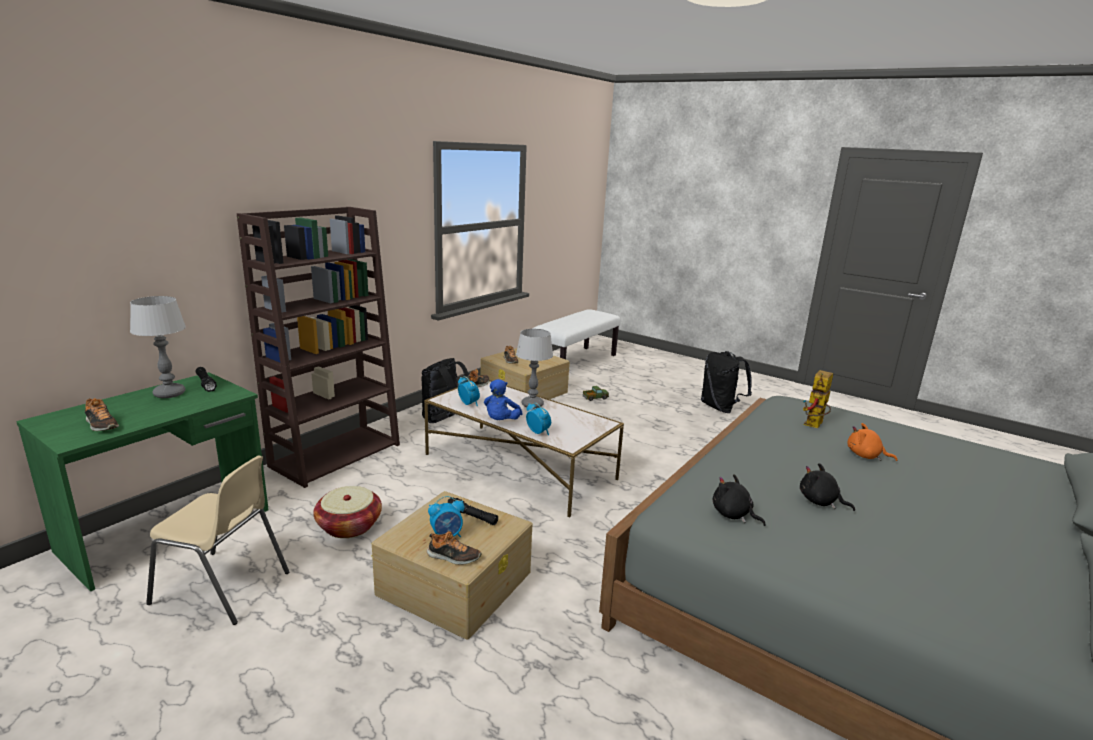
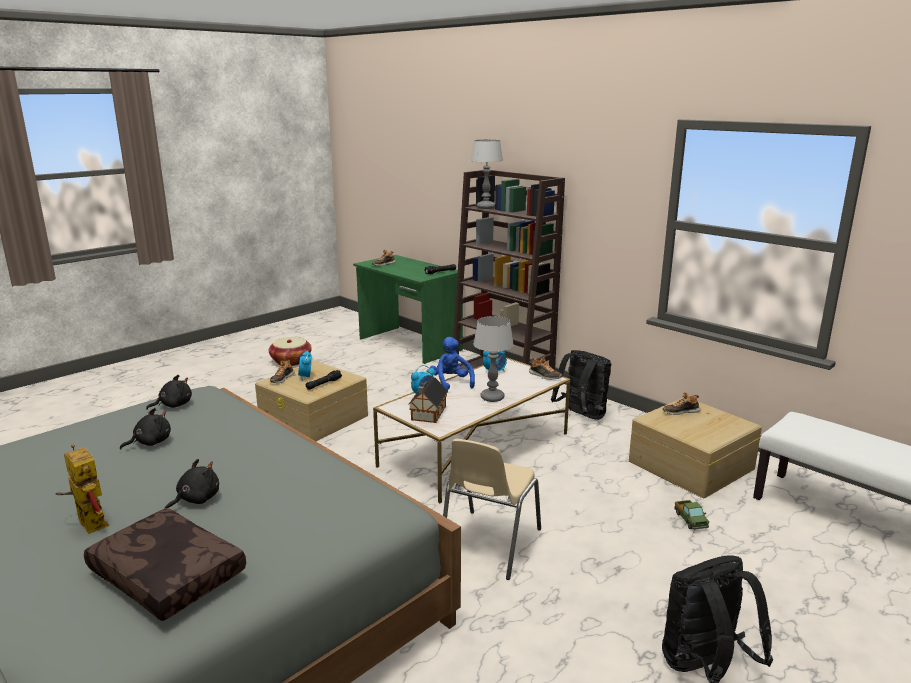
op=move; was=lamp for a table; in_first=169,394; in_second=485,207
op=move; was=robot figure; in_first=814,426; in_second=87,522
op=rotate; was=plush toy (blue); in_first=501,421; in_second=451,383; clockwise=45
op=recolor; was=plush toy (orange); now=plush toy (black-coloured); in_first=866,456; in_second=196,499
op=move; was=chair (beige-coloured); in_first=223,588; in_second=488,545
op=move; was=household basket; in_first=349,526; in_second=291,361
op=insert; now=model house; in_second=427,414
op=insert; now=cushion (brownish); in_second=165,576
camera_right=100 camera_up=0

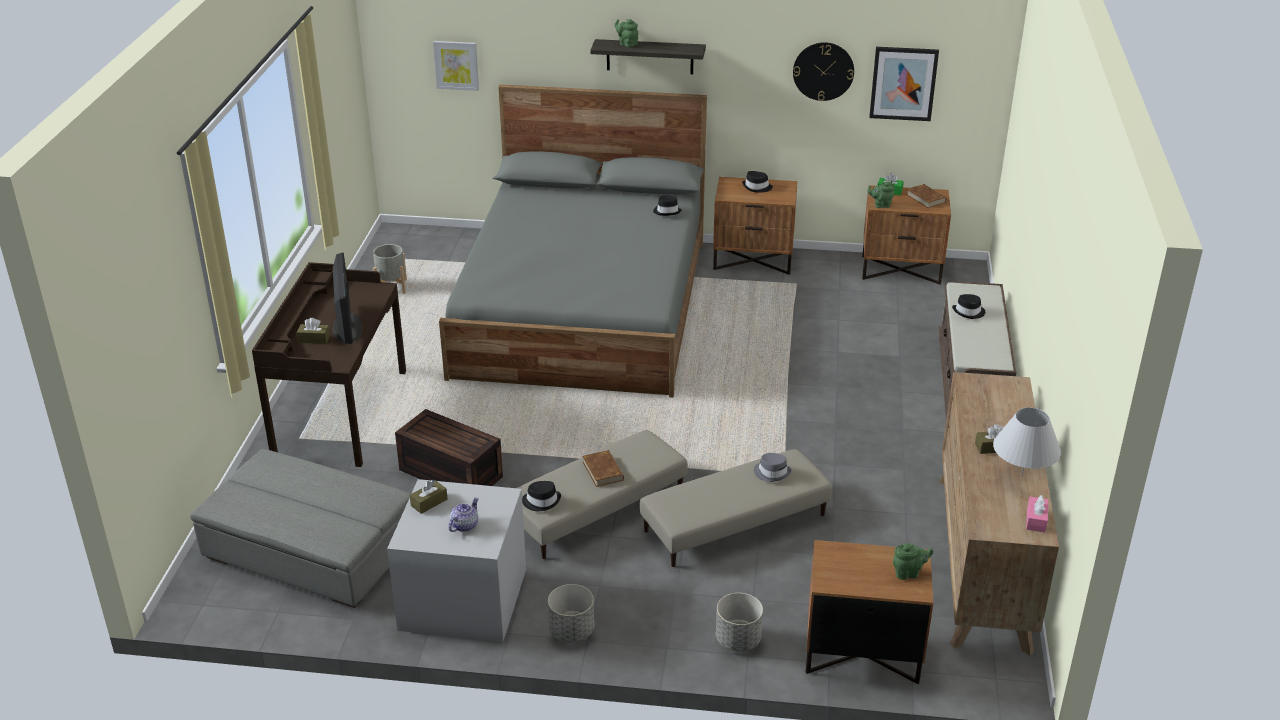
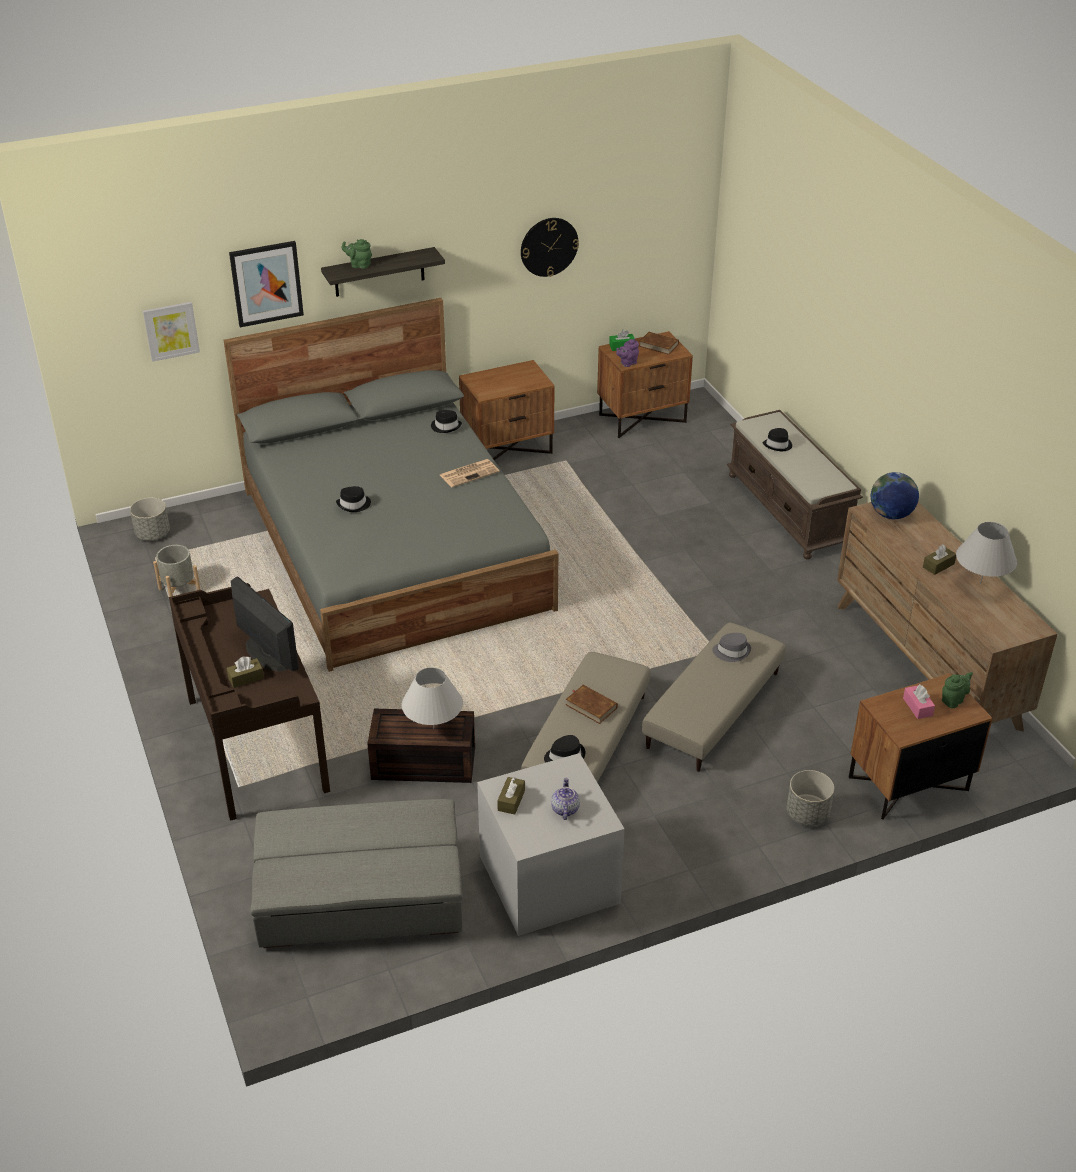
op=move; was=picture; in_first=903,83; in_second=266,283
op=move; was=wearable hat (black-coloured); in_first=757,187; in_second=354,504
op=recolor; was=pot for tea (green-coloured); now=pot for tea (purplish); in_first=880,205; in_second=627,363
op=move; was=tissue holder (pink); in_first=1036,520; in_second=917,707
op=move; was=planter (greyish); in_first=571,631; in_second=153,534
op=insert; now=daily paper; in_second=469,473
op=insert; now=desk globe; in_second=891,515
op=insert; now=lamp for a table (white-coloured); in_second=433,728
camera_right=-30 camera_up=5

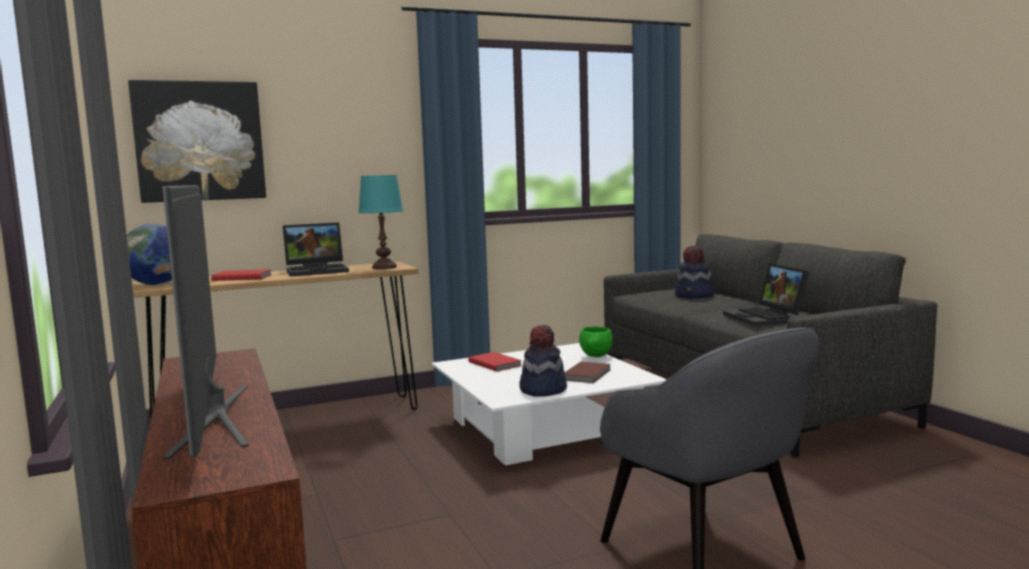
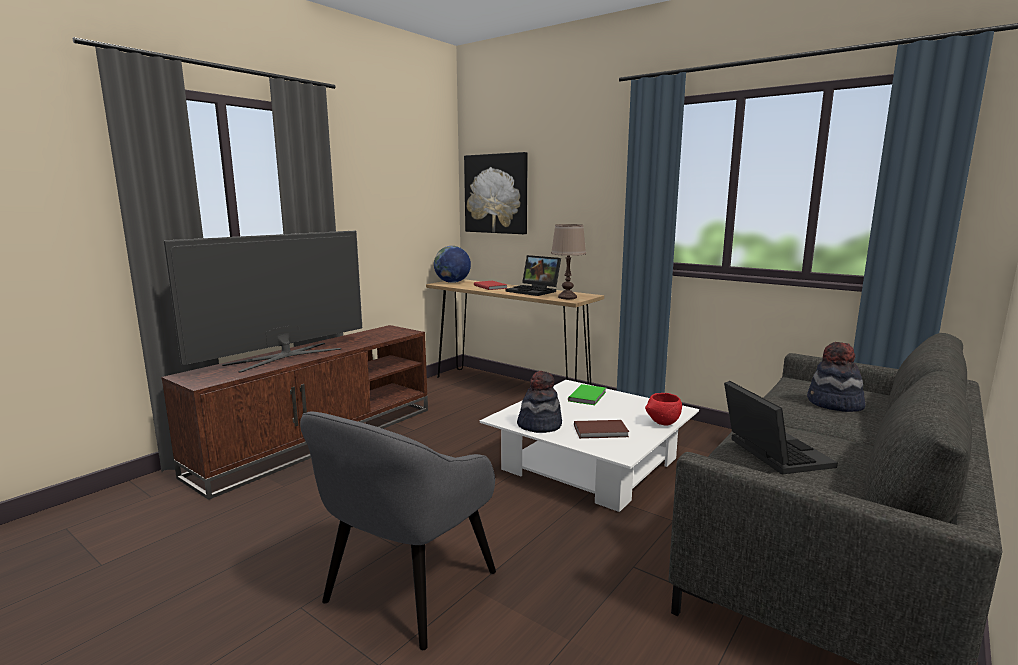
op=recolor; was=lamp for a table (turquoise); now=lamp for a table (brownish); in_first=384,267; in_second=567,297
op=rotate; was=laptop; in_first=766,318; in_second=770,452; clockwise=120
op=recolor; was=serving bowl (green-coloured); now=serving bowl (red); in_first=595,356; in_second=662,423
op=recolor; was=volume (red); now=volume (green-coloured); in_first=495,363; in_second=588,396
camera_right=60 camera_up=5

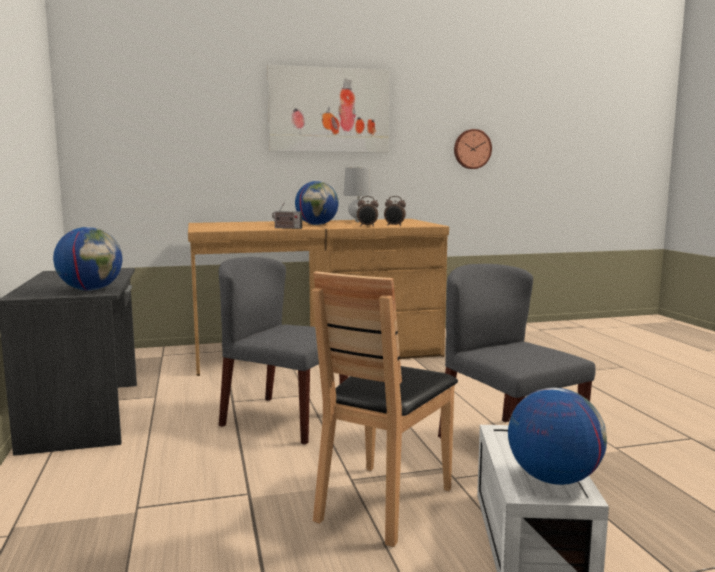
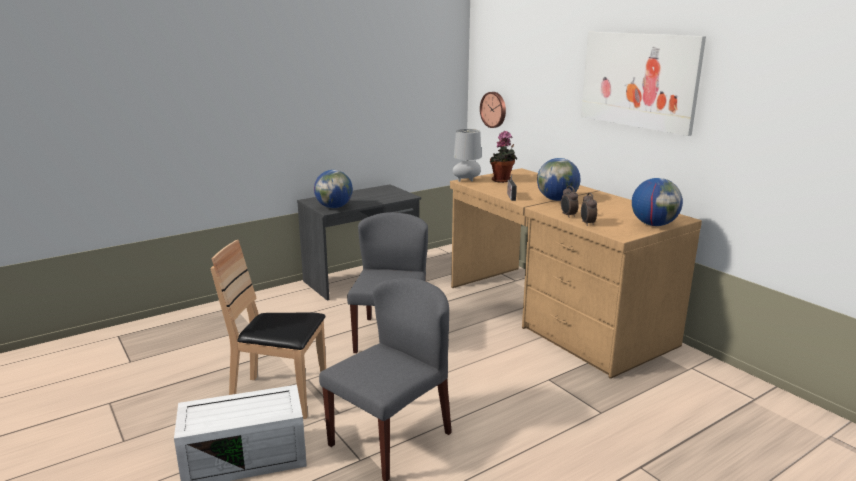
op=move; was=clock on the wall; in_first=472,149; in_second=494,109
op=move; was=lamp for a table (greyish); in_first=358,221; in_second=466,180
op=move; was=desk globe; in_first=553,478; in_second=653,224
op=insert; now=potted plant; in_second=502,181
camera_right=70 camera_up=10

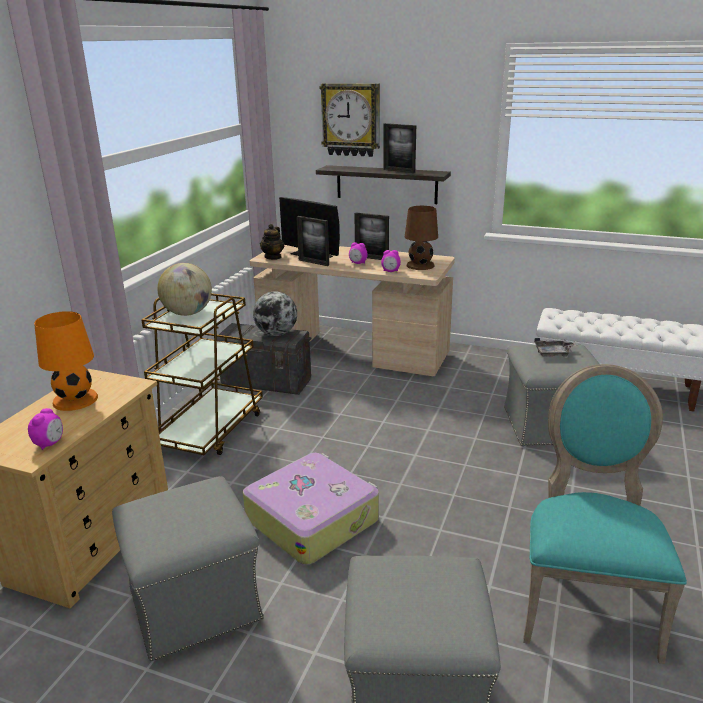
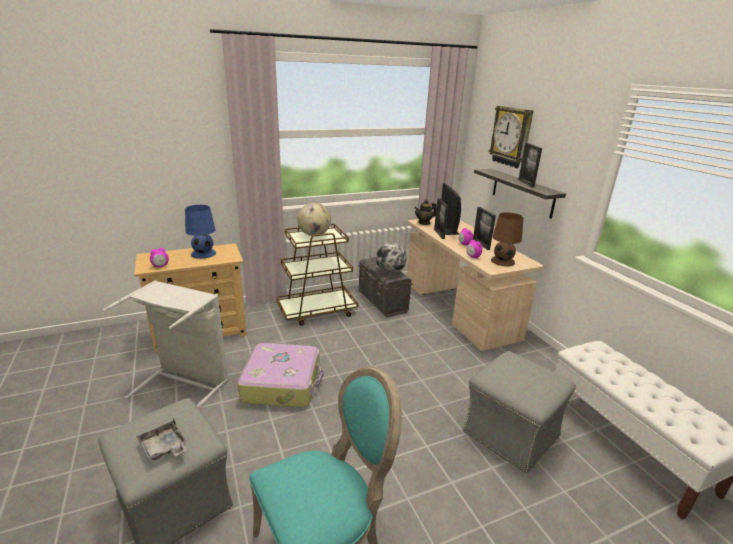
op=recolor; was=lamp for a table (orange); now=lamp for a table (blue); in_first=76,400; in_second=203,254
op=move; was=carrying tray (greyish); in_first=554,353; in_second=164,447
op=replace; was=footrest (greyish); now=hamper (greyish); in_first=196,602; in_second=185,383
camera_right=45 camera_up=0

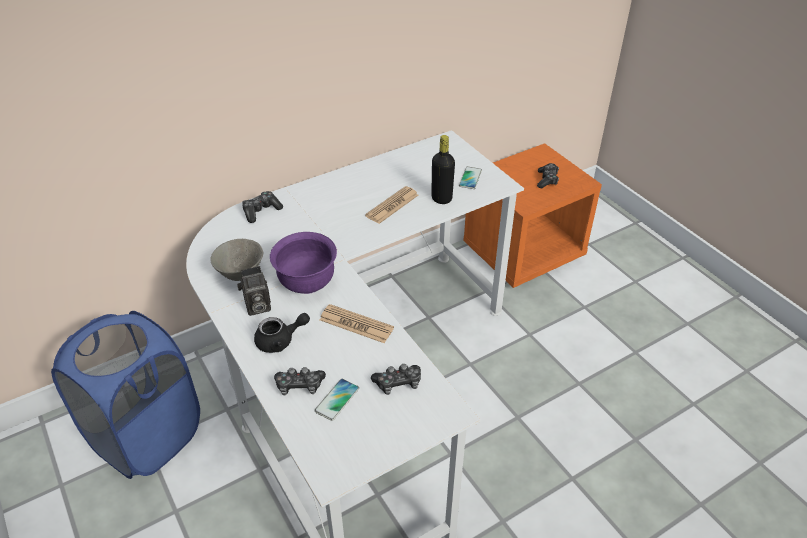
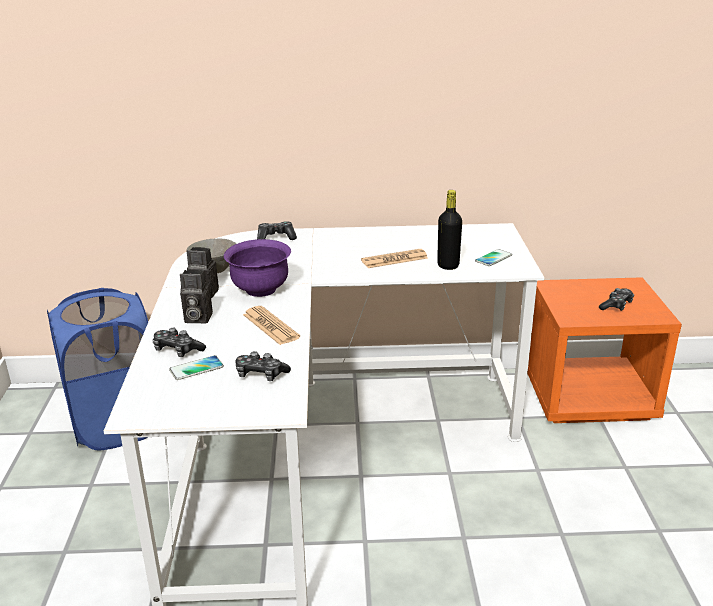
op=replace; was=pot for tea (black-coloured); now=still camera; in_first=280,341; in_second=196,318
camera_right=30 camera_up=-15

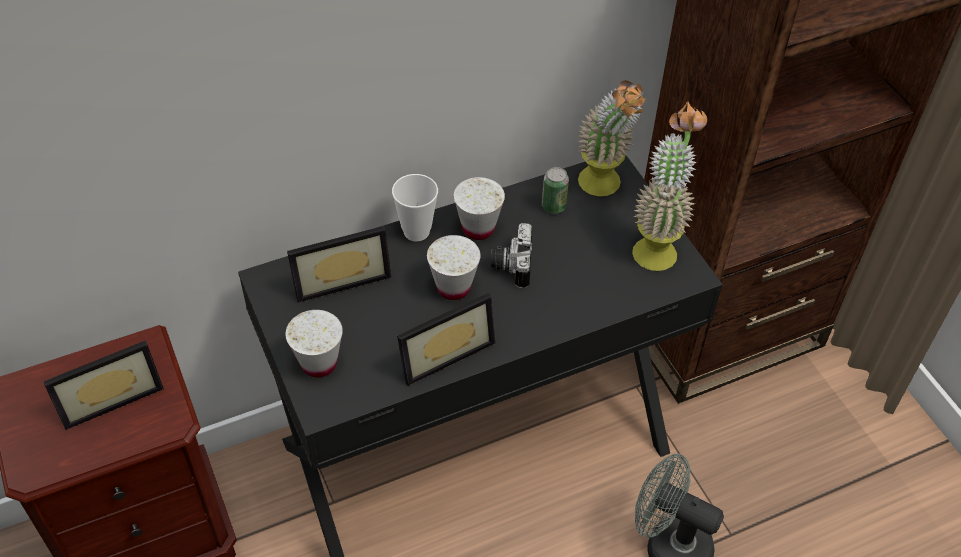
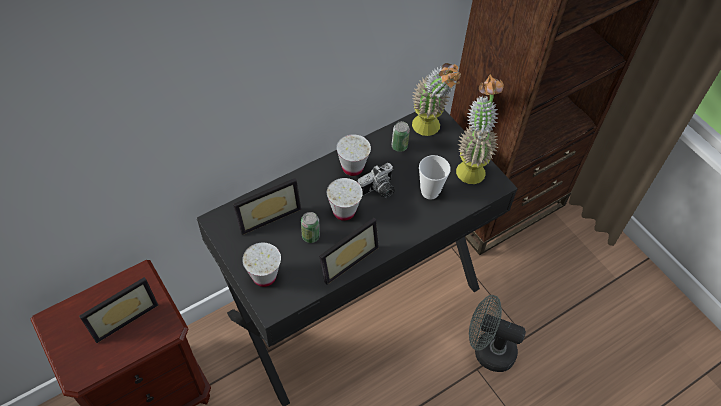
op=move; was=small cup; in_first=416,231; in_second=430,192
op=rotate; was=still camera; in_first=510,264; in_second=378,191; clockwise=-120
op=insert; now=metal can; in_second=310,236
camera_right=-10 camera_up=5

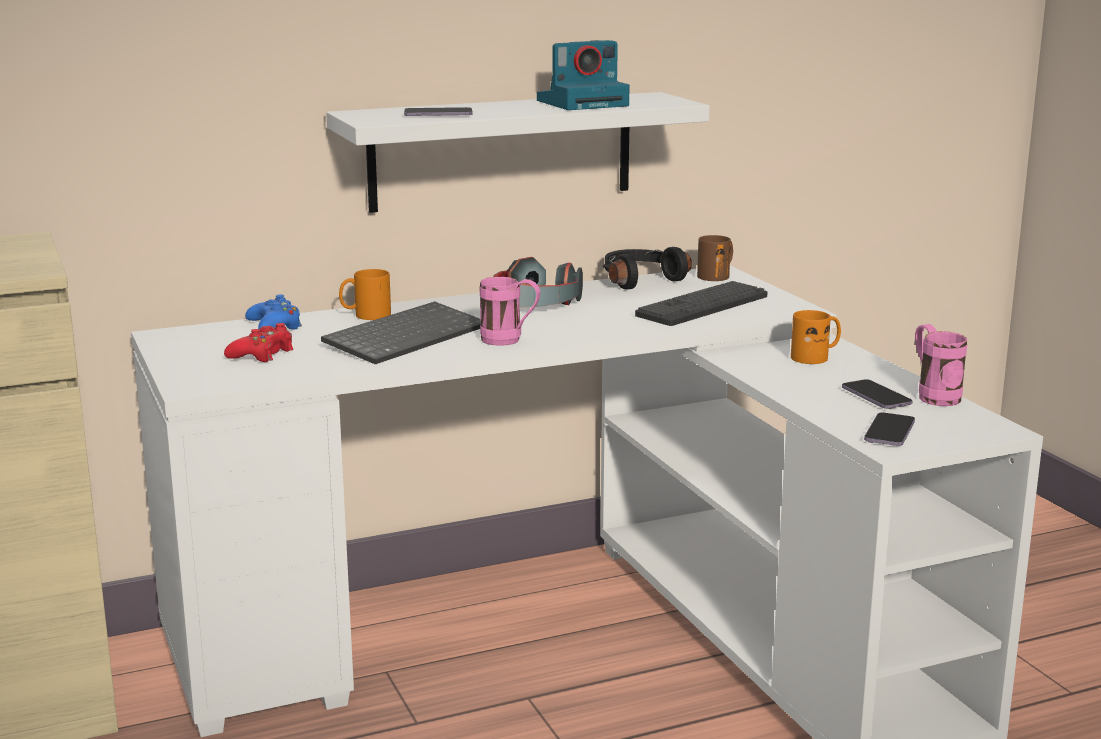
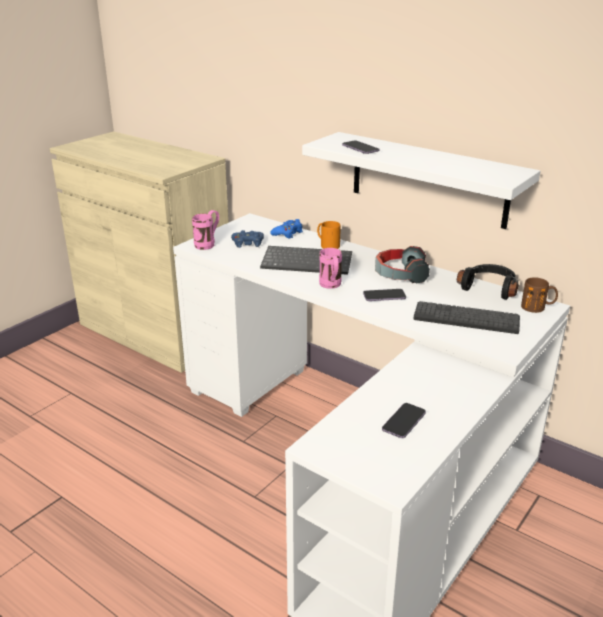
op=delete; was=still camera; in_first=583,103
op=delete; was=tea mug (orange); in_first=816,357
op=recolor; was=joypad (red); now=joypad (blue); in_first=262,354; in_second=248,243
op=move; was=tea mug (pink); in_first=933,395; in_second=208,244
op=move; was=handset; in_first=889,432; in_second=384,296
camera_right=60 camera_up=10

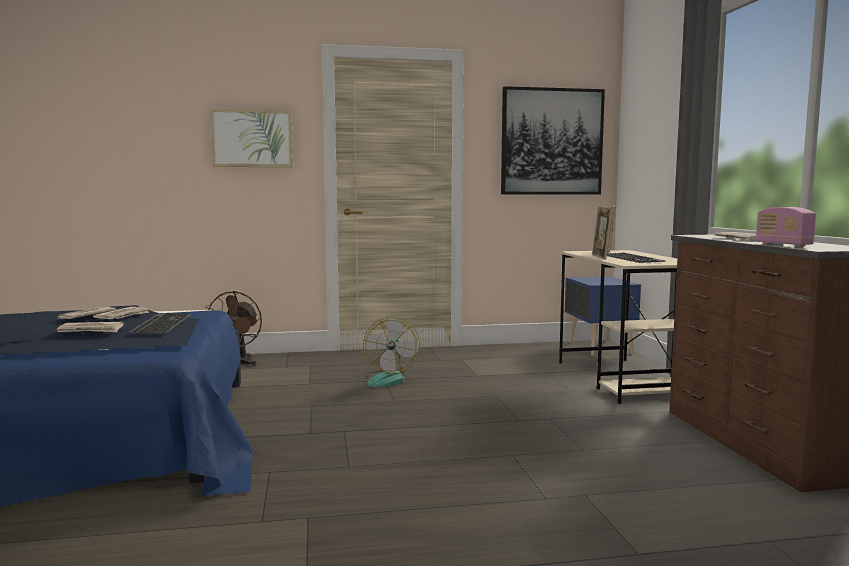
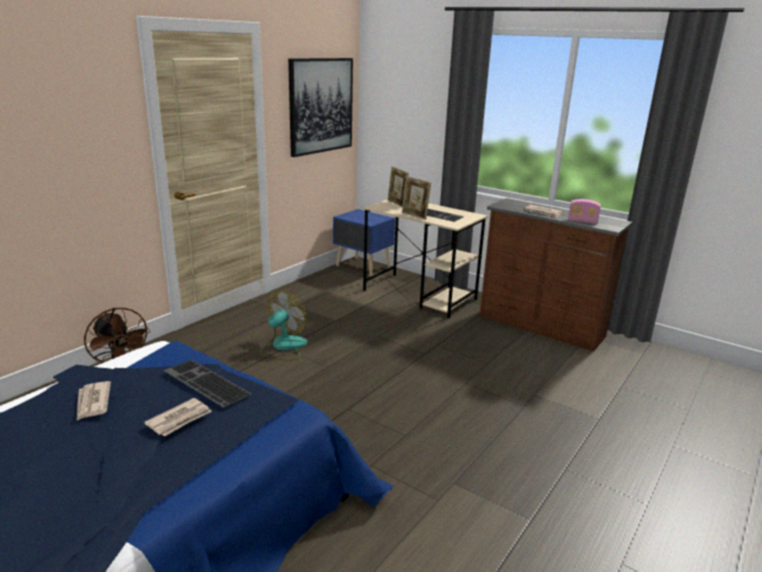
op=delete; was=picture; in_first=252,138
op=delete; was=daily paper; in_first=123,316
op=rotate; was=fan; in_first=387,379; in_second=283,347; clockwise=-105
camera_right=-45 camera_up=15

